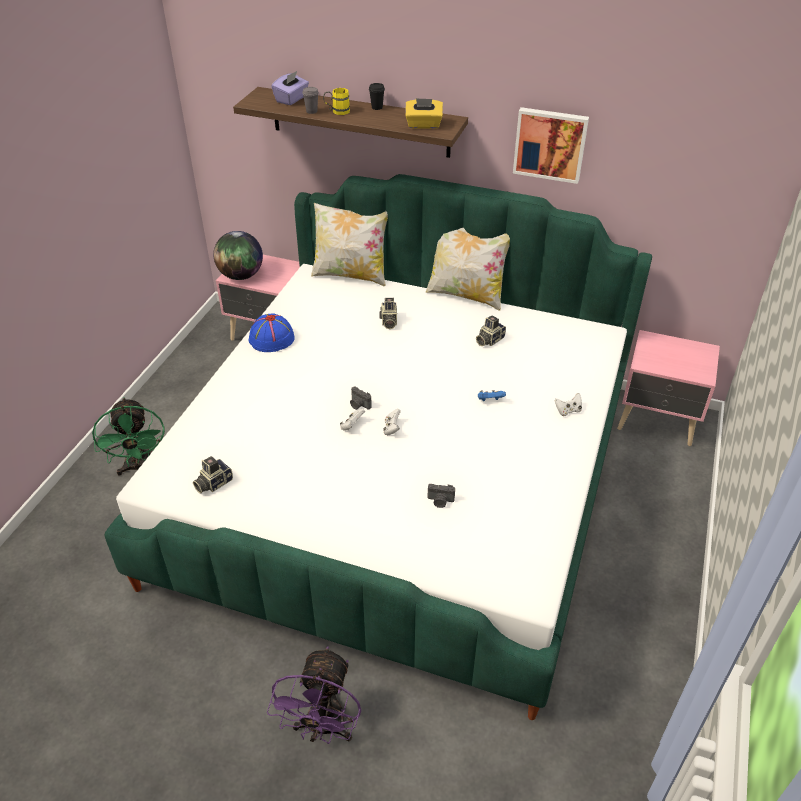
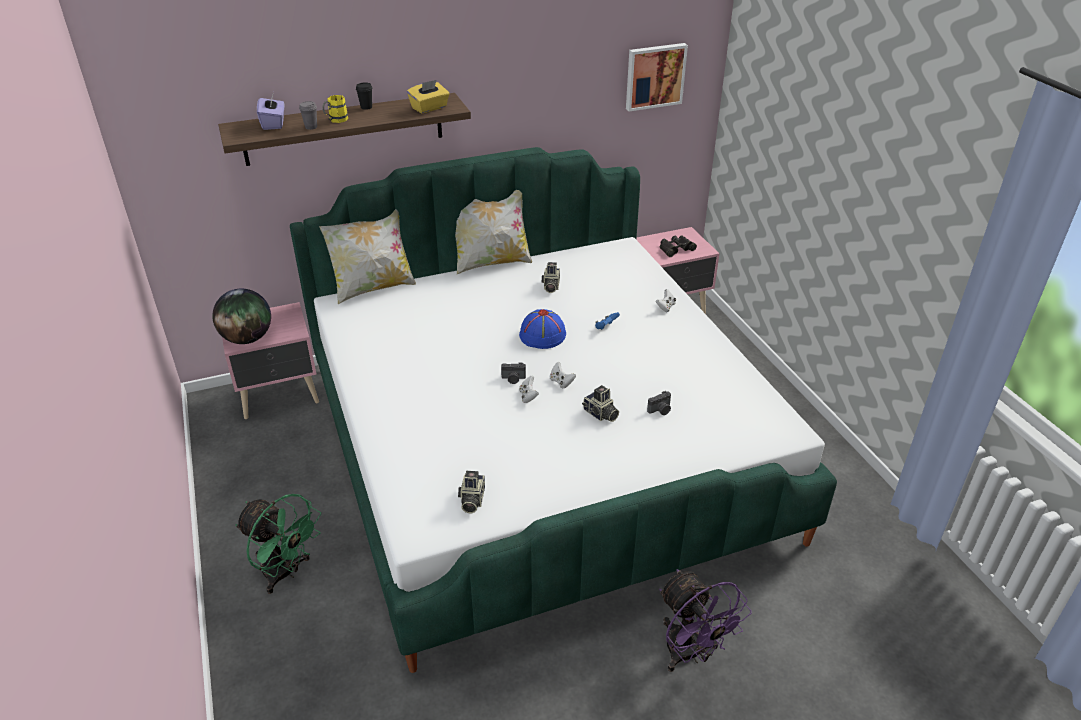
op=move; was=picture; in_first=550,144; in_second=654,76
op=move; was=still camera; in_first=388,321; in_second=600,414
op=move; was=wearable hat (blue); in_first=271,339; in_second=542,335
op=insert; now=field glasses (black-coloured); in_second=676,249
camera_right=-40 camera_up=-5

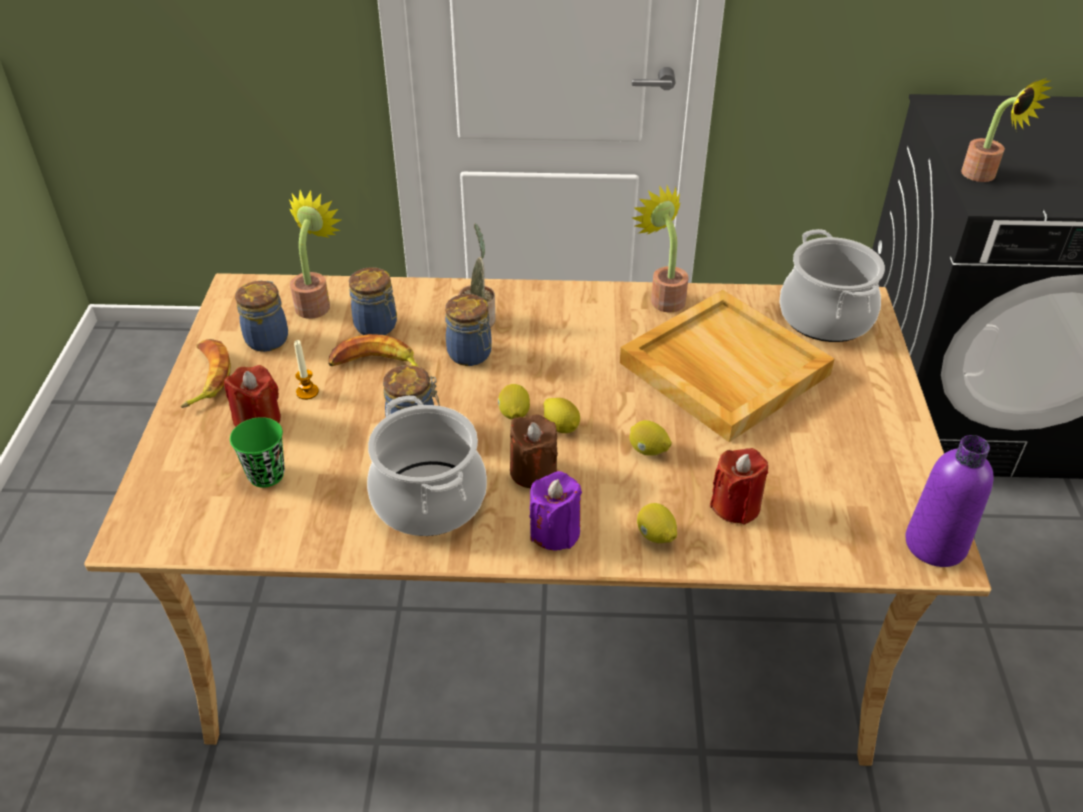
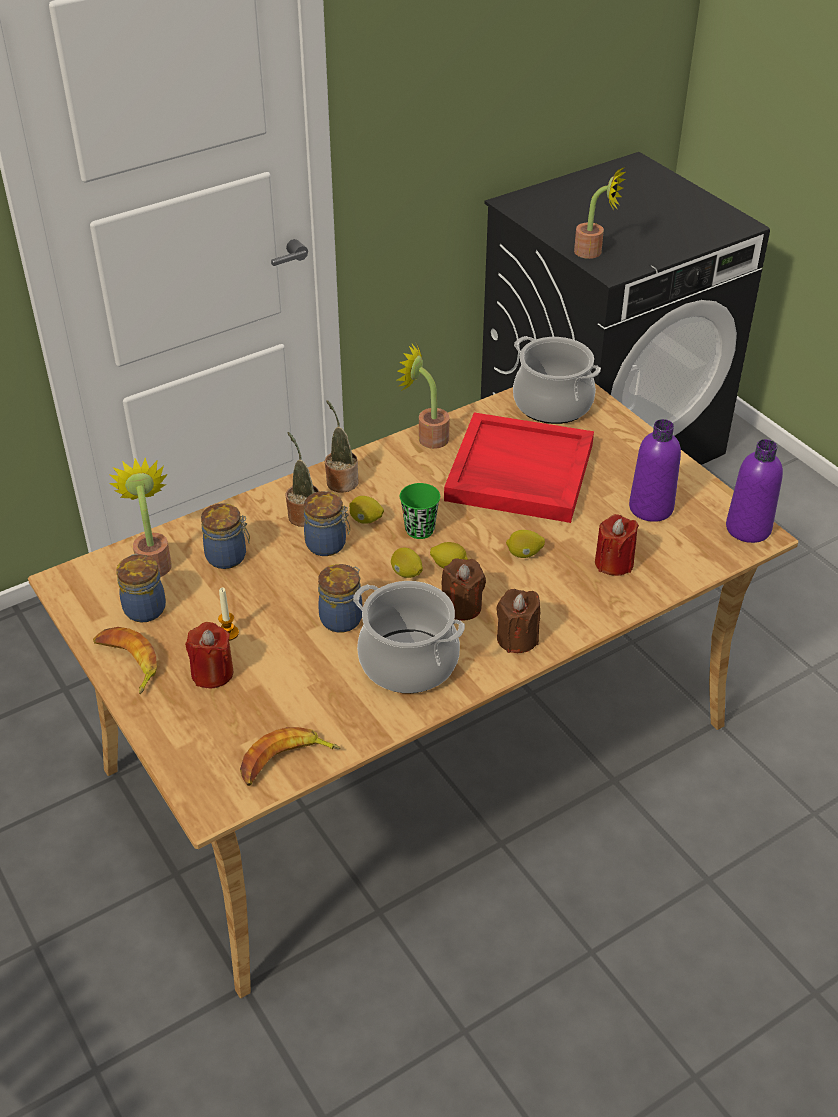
op=recolor; was=carrying tray (beige-coloured); now=carrying tray (red); in_first=722,368; in_second=518,473
op=move; was=whole banana; in_first=375,364; in_second=285,762
op=move; was=small cup (green-coloured); in_first=266,475; in_second=419,530
op=recolor; was=candle (purplish); now=candle (brownish); in_first=555,532; in_second=517,639
op=move; was=lemon; in_first=655,536; in_second=366,520
op=insert; now=potted plant; in_second=341,481
op=insert; now=bottle (purplish); in_second=651,508
camera_right=-35 camera_up=0

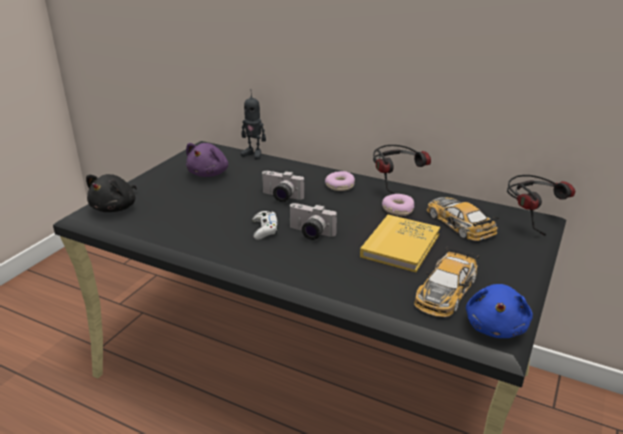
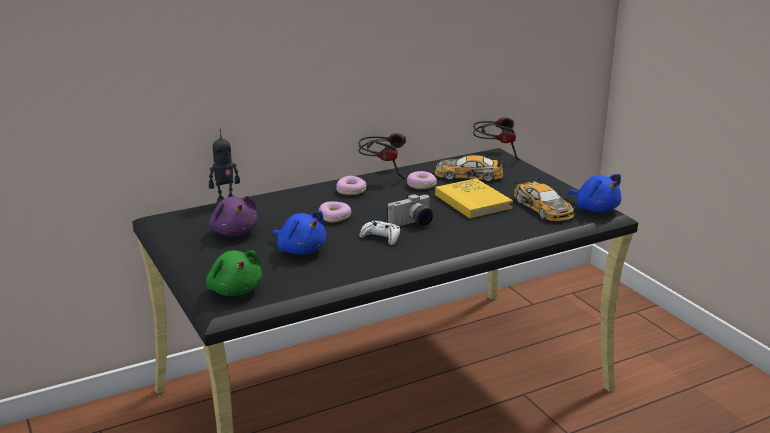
op=replace; was=still camera; now=ring doughnut; in_first=280,197; in_second=334,217
op=recolor; was=plush toy (black-coloured); now=plush toy (green-coloured); in_first=116,207; in_second=234,290
op=insert; now=plush toy (blue); in_second=300,250
camera_right=-55 camera_up=-5

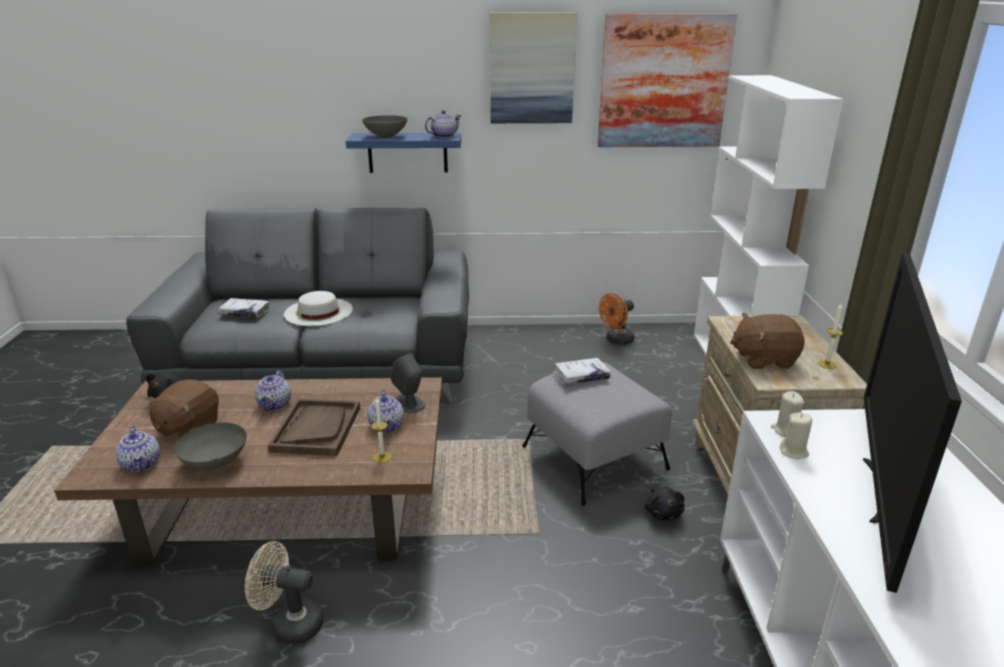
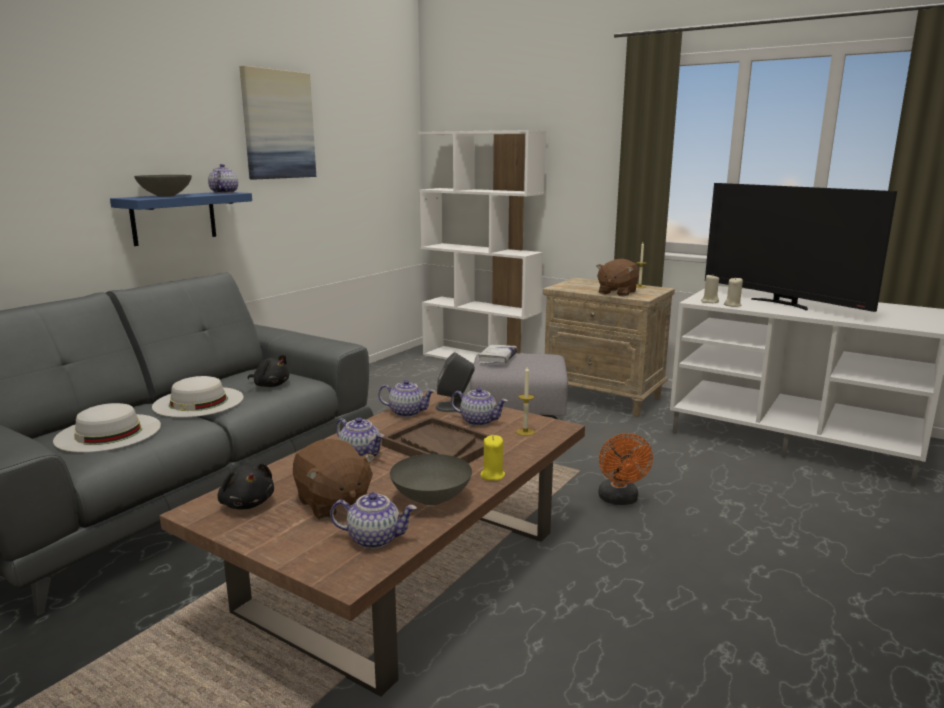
op=delete; was=picture; in_first=663,82
op=move; was=fan (orange); in_first=616,340; in_second=620,500
op=replace; was=volume (white-coloured); now=wearable hat (white-coloured); in_first=244,313; in_second=108,432
op=move; was=plush toy (black-coloured); in_first=663,512; in_second=270,385
op=delete; was=fan (beige-coloured); in_first=290,624
op=insert; now=pot for tea; in_second=407,412
op=insert; now=candle (yellowish); in_second=492,475
camera_right=-55 camera_up=-10

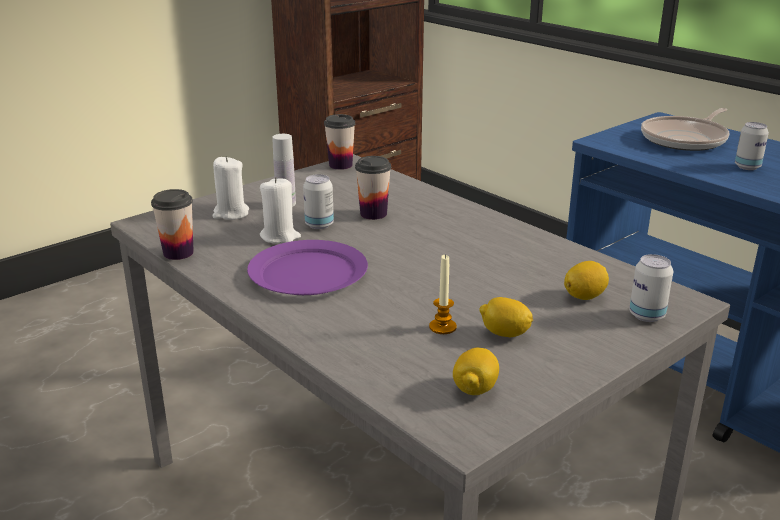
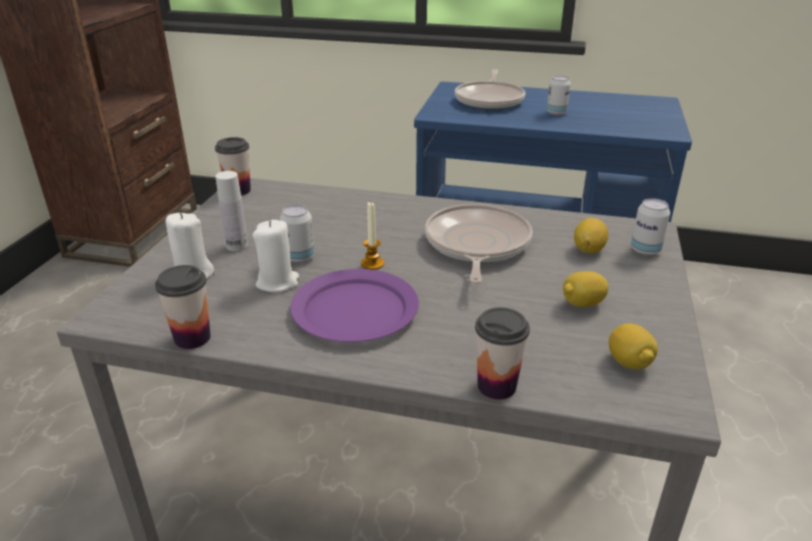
op=move; was=small cup; in_first=373,214; in_second=496,386
op=move; was=candle; in_first=442,327; in_second=372,264
op=insert; now=skillet; in_second=476,245
camera_right=-35 camera_up=5

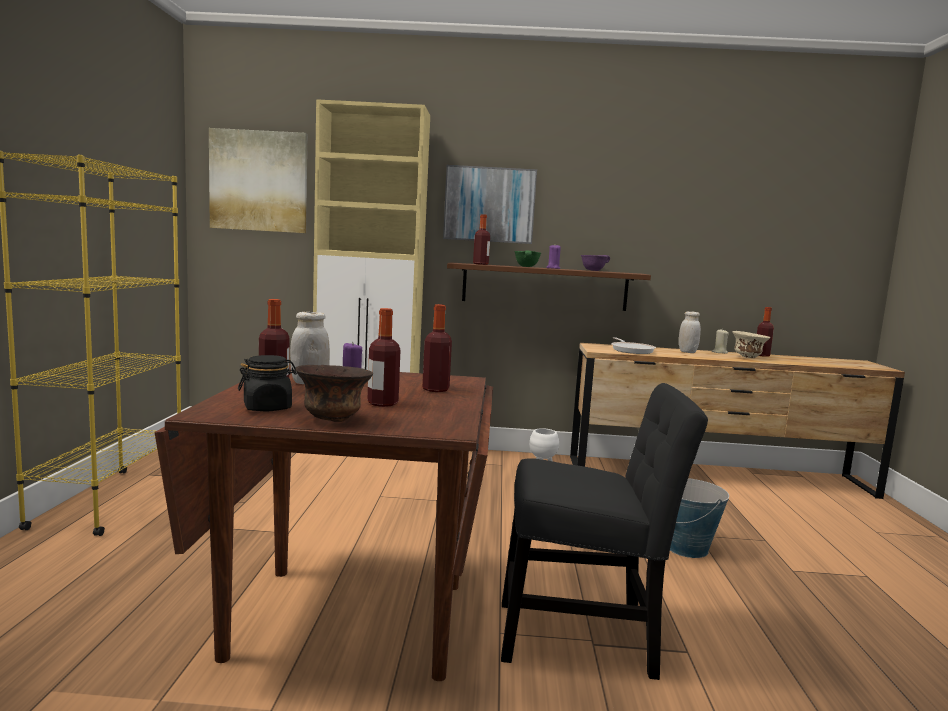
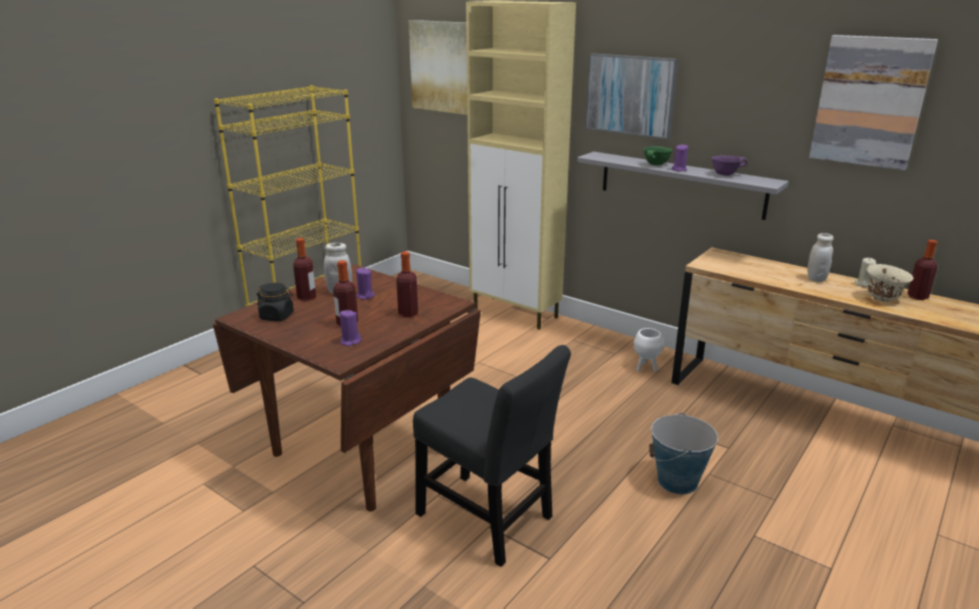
op=delete; was=bottle; in_first=480,264
op=recolor; was=shelf (brownish); now=shelf (greyish); in_first=544,287; in_second=681,184
op=delete; was=skillet; in_first=631,350
op=delete; was=serving bowl (brownish); in_first=332,419
op=insert; now=picture; in_second=869,102
op=insert; now=candle (purplish); in_second=350,341
camera_right=35 camera_up=15

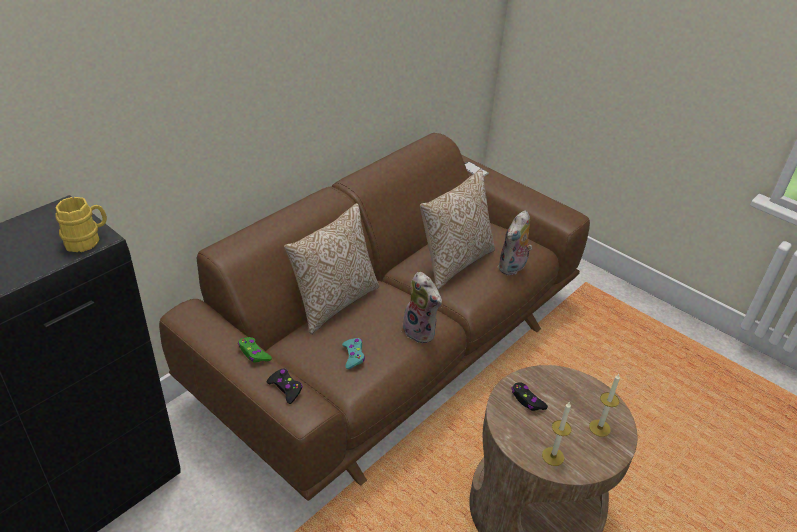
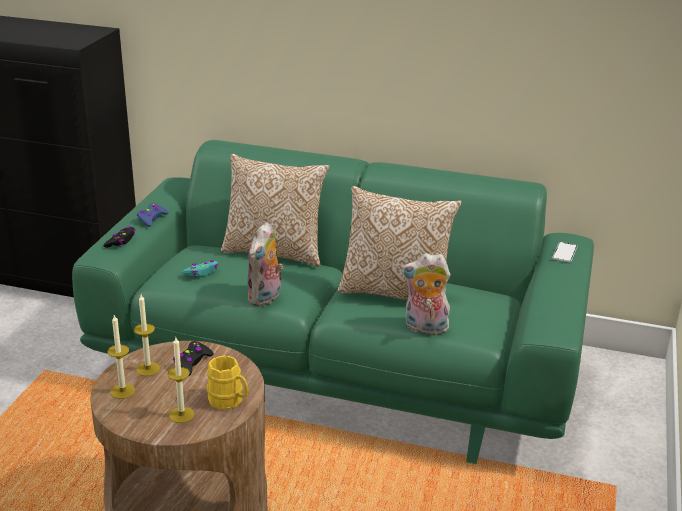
op=recolor; was=couch (brownish); now=couch (green-coloured); in_first=393,349; in_second=340,366
op=move; was=tea mug (yellowish); in_first=87,240; in_second=229,401
op=recolor; was=joypad (green-coloured); now=joypad (blue); in_first=254,353; in_second=152,219
op=insert; now=candle; in_second=148,369
camera_right=65 camera_up=-10

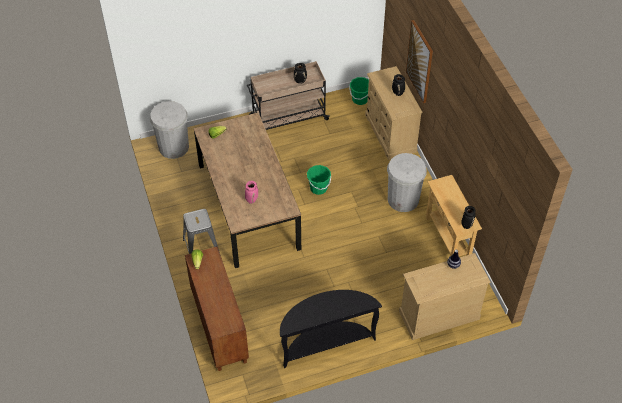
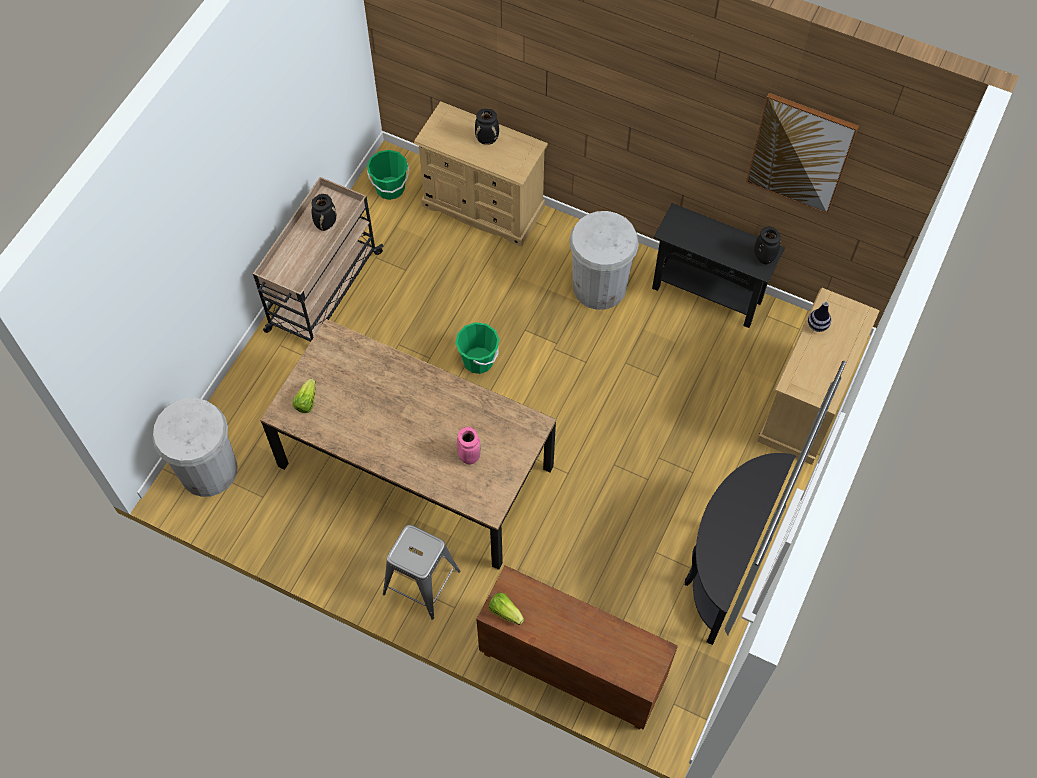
op=move; was=picture; in_first=420,61; in_second=800,153
op=recolor; was=narrow table (beige-coloured); now=narrow table (black-coloured); in_first=447,238; in_second=707,294
camera_right=-45 camera_up=10

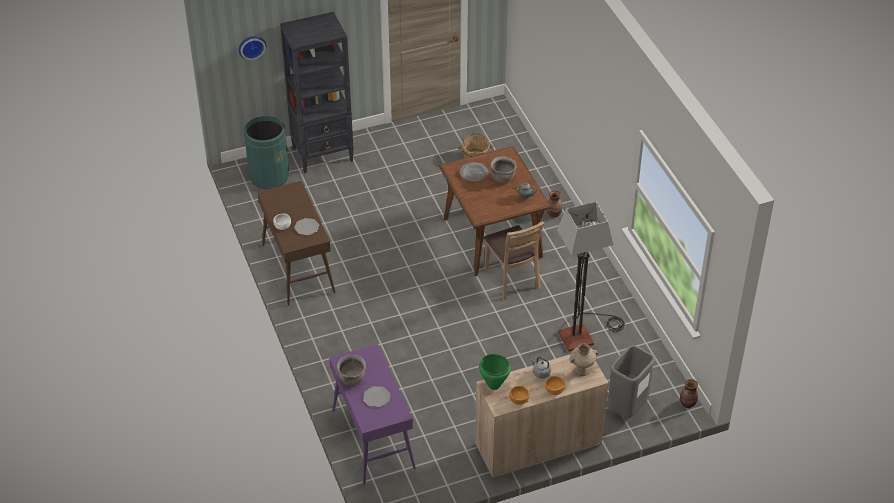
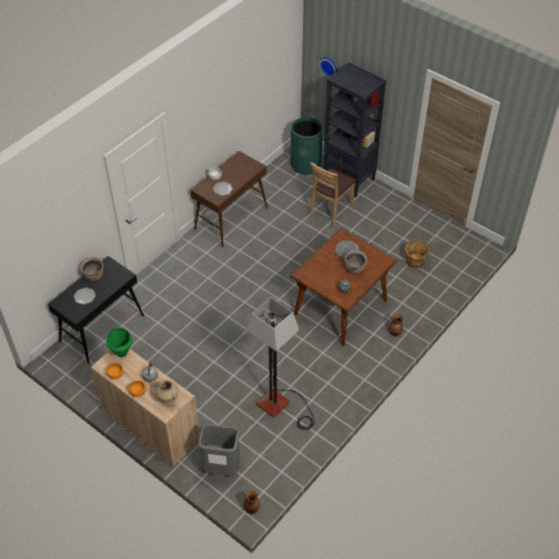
op=move; was=chair (brownish); in_first=512,279; in_second=330,209
op=recolor; was=narrow table (purplish); now=narrow table (black-coloured); in_first=372,439; in_second=102,328
camera_right=60 camera_up=5

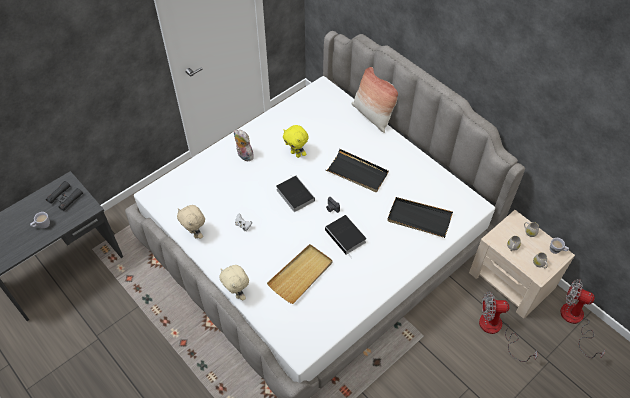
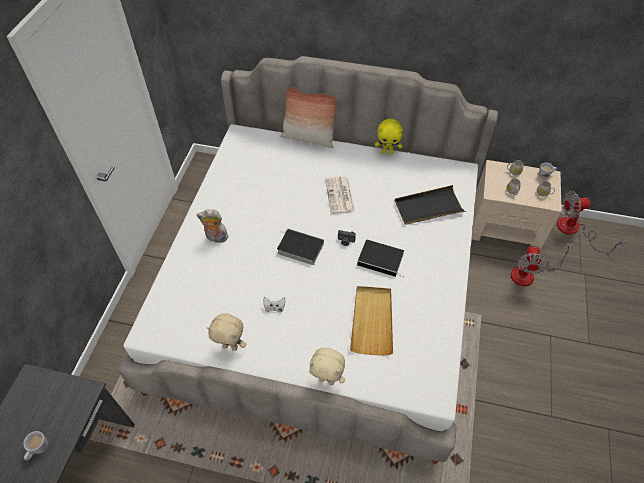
op=move; was=plush toy (yellowish); in_first=296,154; in_second=387,152
op=replace; was=carrying tray (black-coloured); now=daily paper; in_first=357,172; in_second=340,196
op=delete; was=field glasses (black-coloured); in_first=65,198
op=rotate; was=fan; in_first=496,330; in_second=529,273; clockwise=-45
camera_right=-35 camera_up=0

